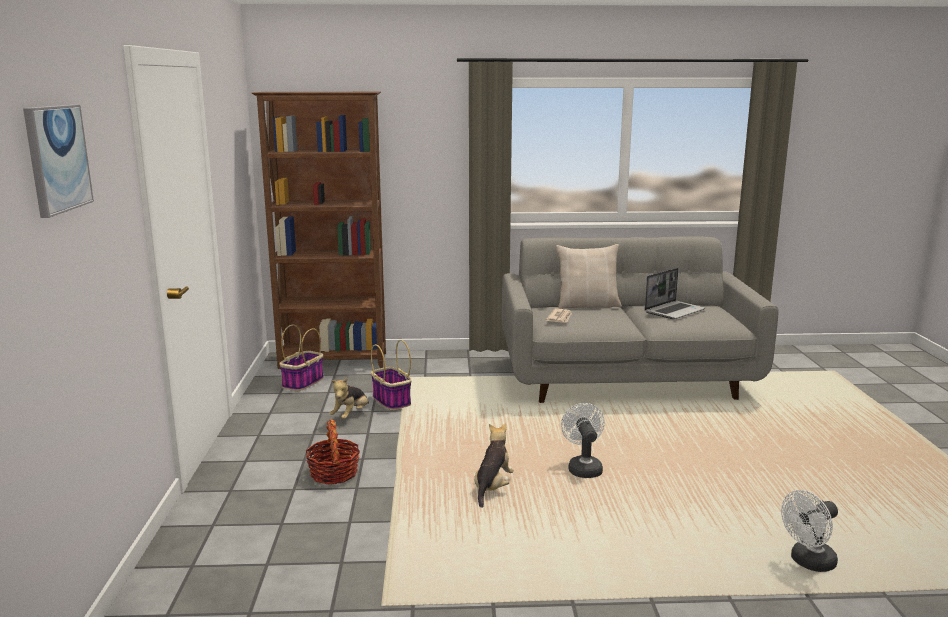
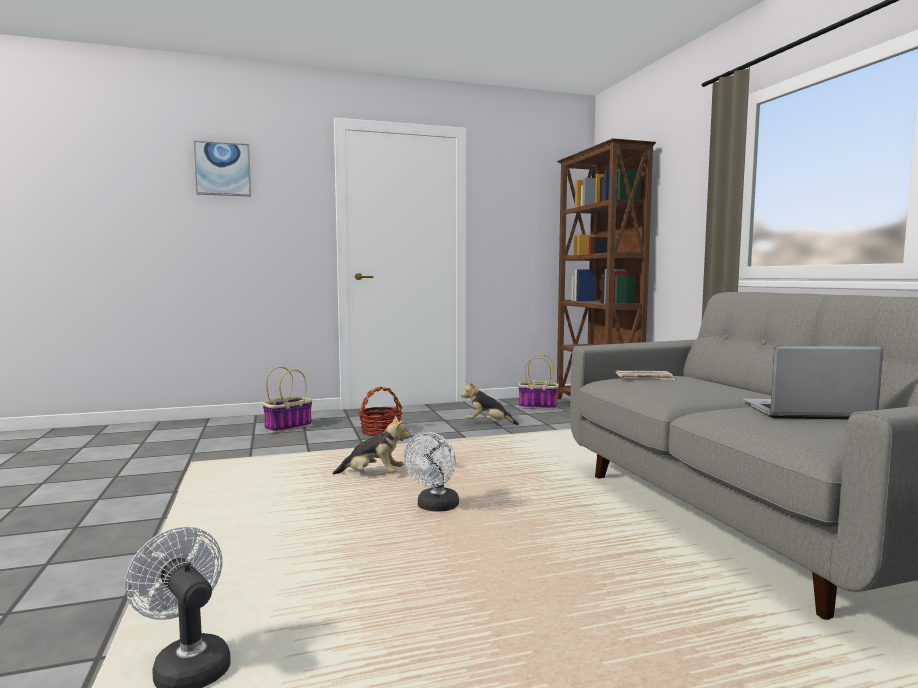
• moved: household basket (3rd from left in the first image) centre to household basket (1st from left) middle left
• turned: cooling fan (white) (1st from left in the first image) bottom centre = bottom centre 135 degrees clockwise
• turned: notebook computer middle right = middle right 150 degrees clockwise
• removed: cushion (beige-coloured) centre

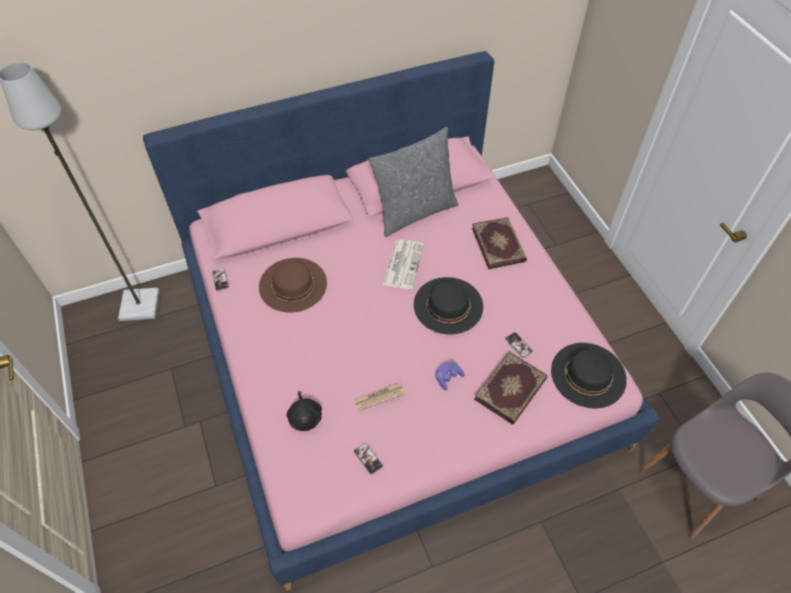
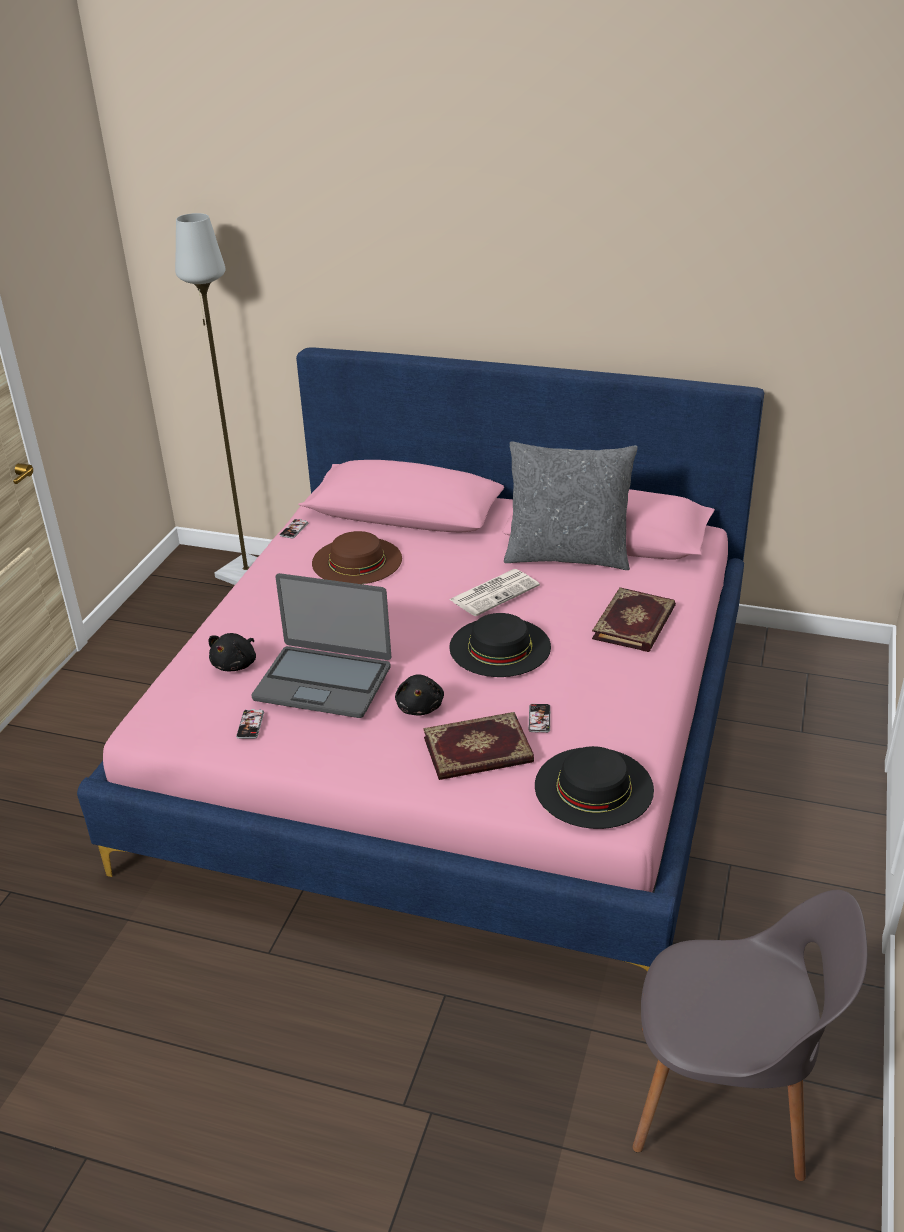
• replaced: daily paper (1st from left) bottom centre to notebook computer centre
• replaced: gamepad (purplish) centre to soft toy (black-coloured) (2nd from left) centre

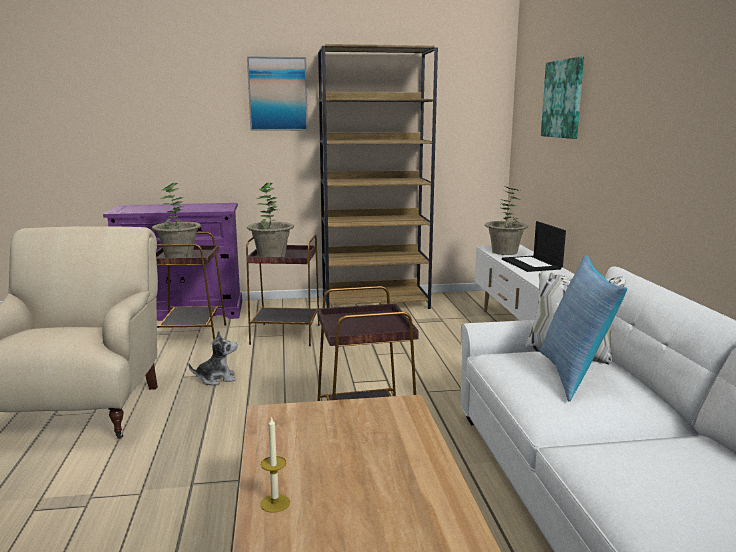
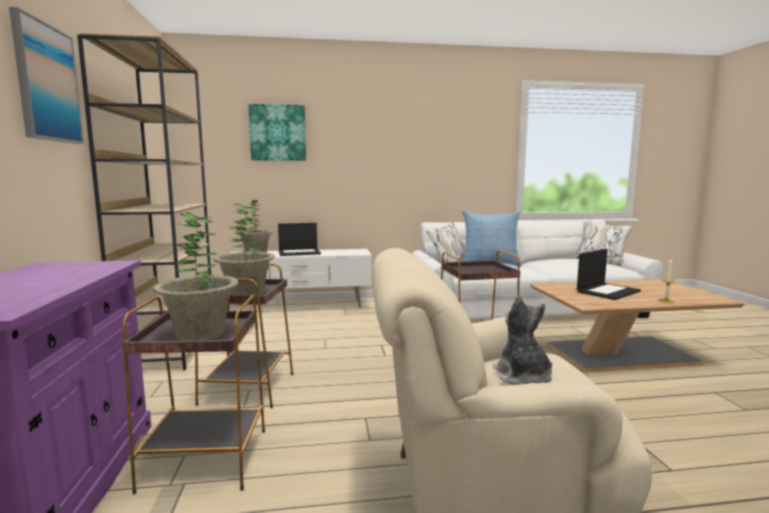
• moved: soft toy middle left to middle right
• added: notebook computer (2nd from left) middle right

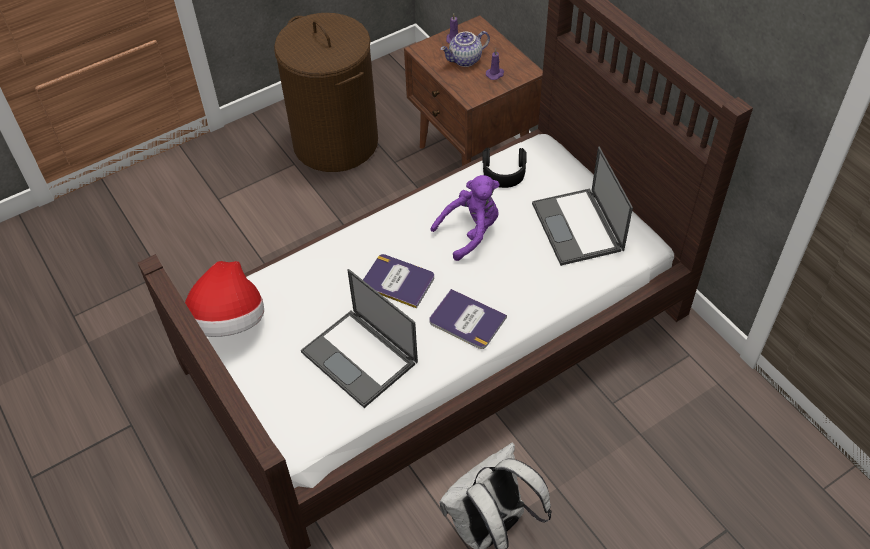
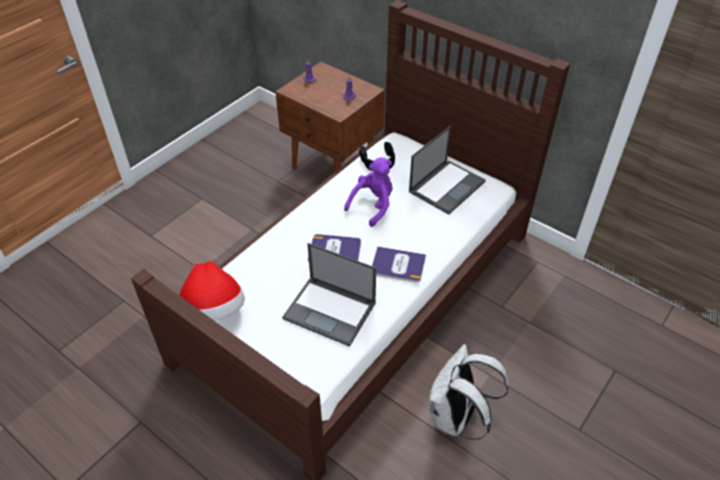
• turned: notebook computer (2nd from left) middle right = centre 105 degrees counterclockwise
• removed: hamper (brown) top centre
• removed: pot for tea top centre

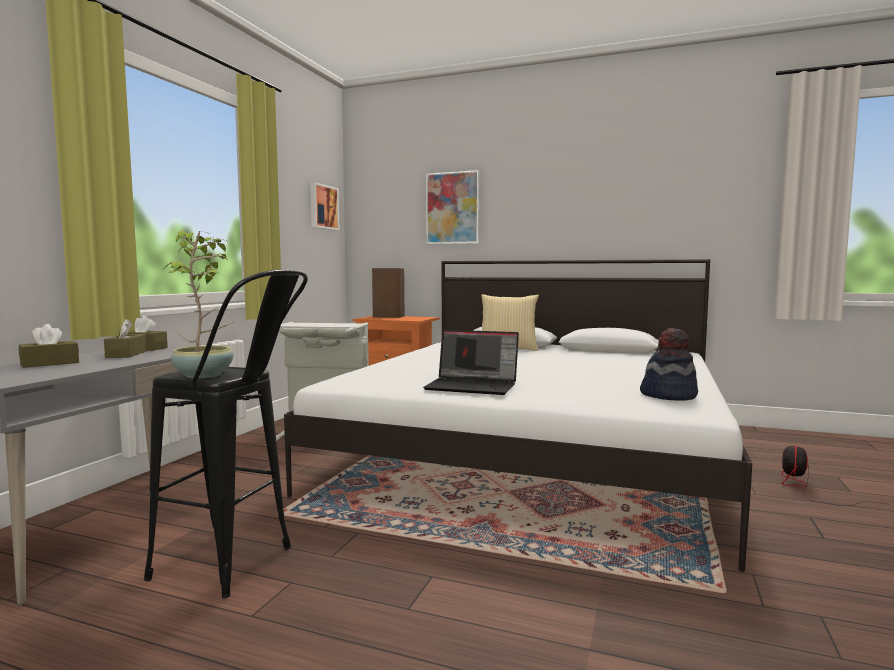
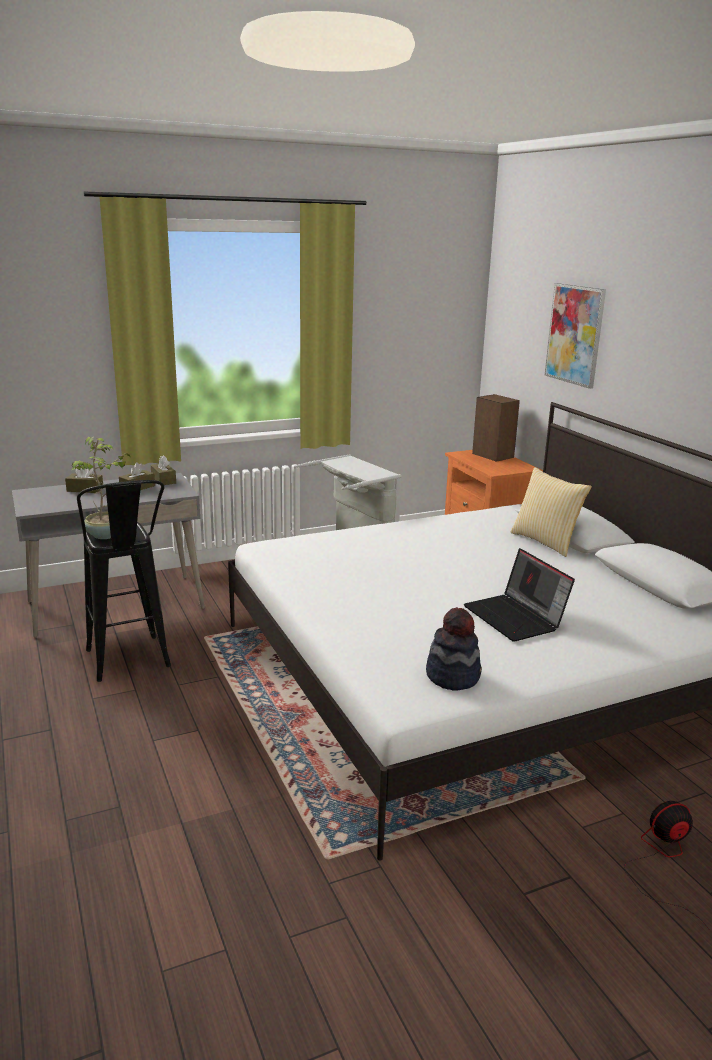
• moved: notebook computer centre to middle right
• removed: wall art (1st from left) top centre

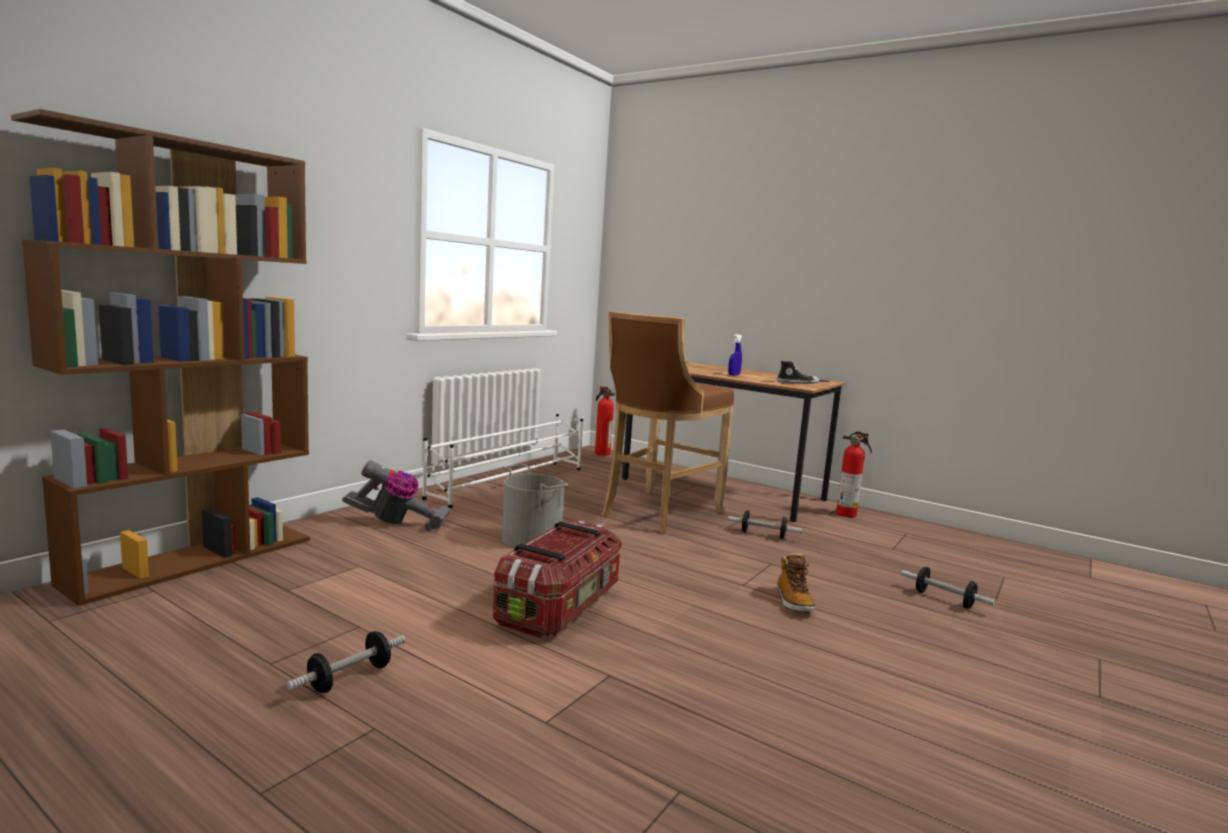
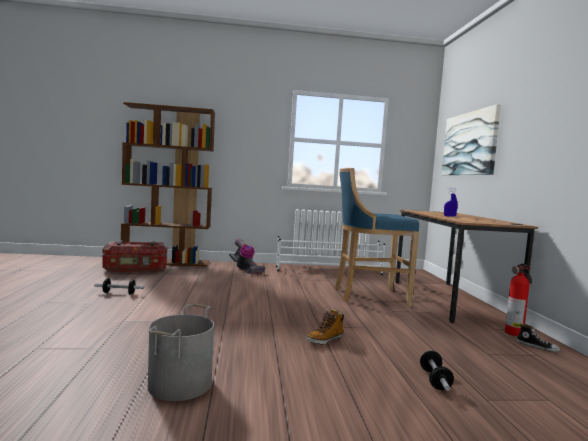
• moved: storage bin bottom centre to middle left
• moved: water bucket (greyish) centre to bottom left
• recoloured: sitting stool (brown) centre to sitting stool (bluish) centre
• added: wall art top right
• moved: item of footwear centre to bottom right
• removed: extinguisher (1st from left) centre
• removed: hand weight (2nd from left) centre

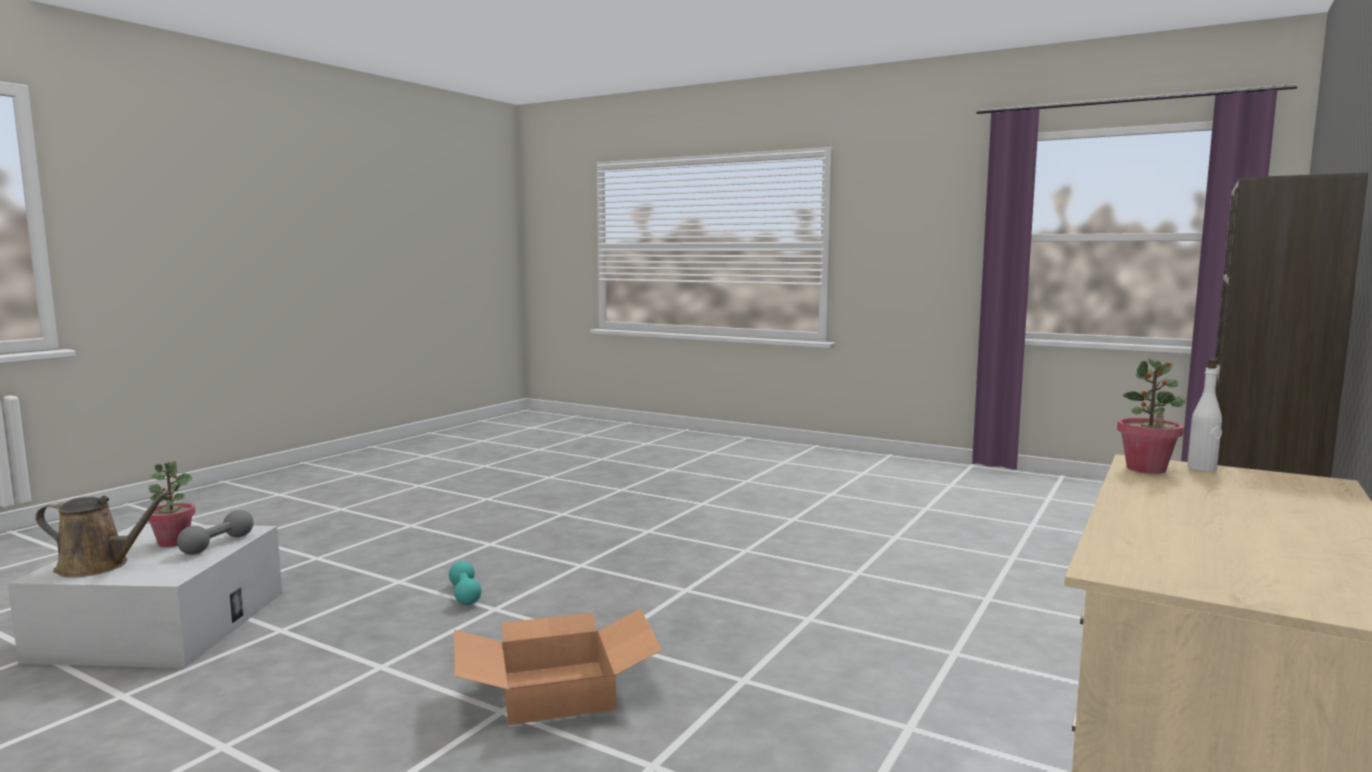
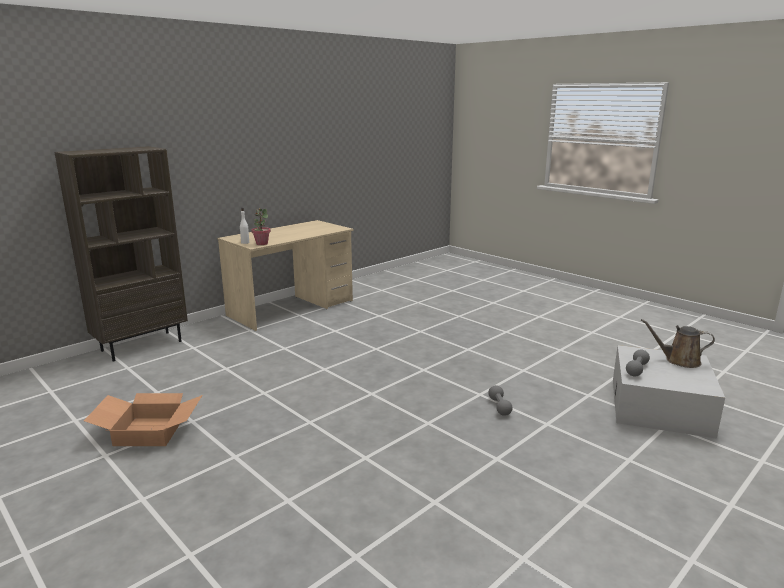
• moved: packing box bottom centre to bottom left
• recoloured: hand weight (blue-green) bottom centre to hand weight (greyish) (1st from left) bottom centre
• removed: plant in a pot (1st from left) middle left

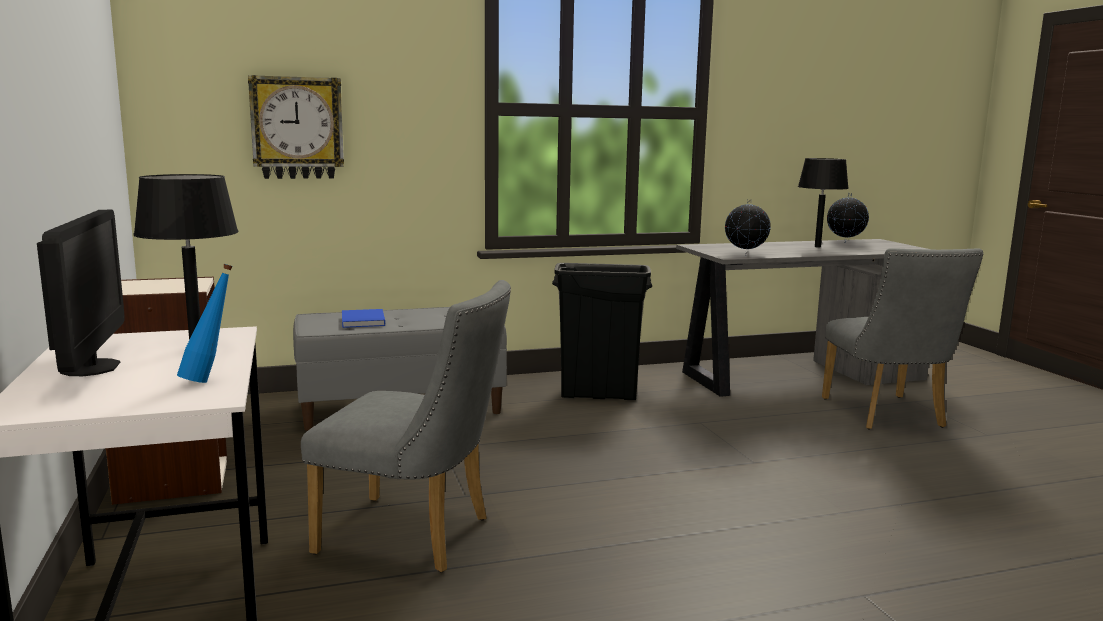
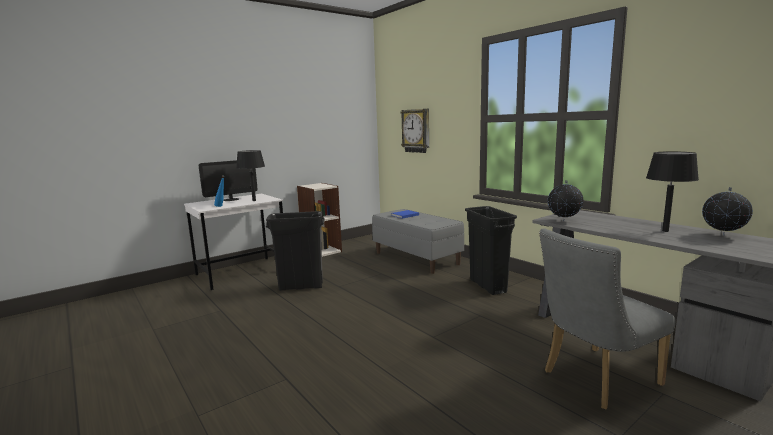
• replaced: upright chair (greyish) (1st from left) bottom centre to trash can (black-coloured) (1st from left) centre

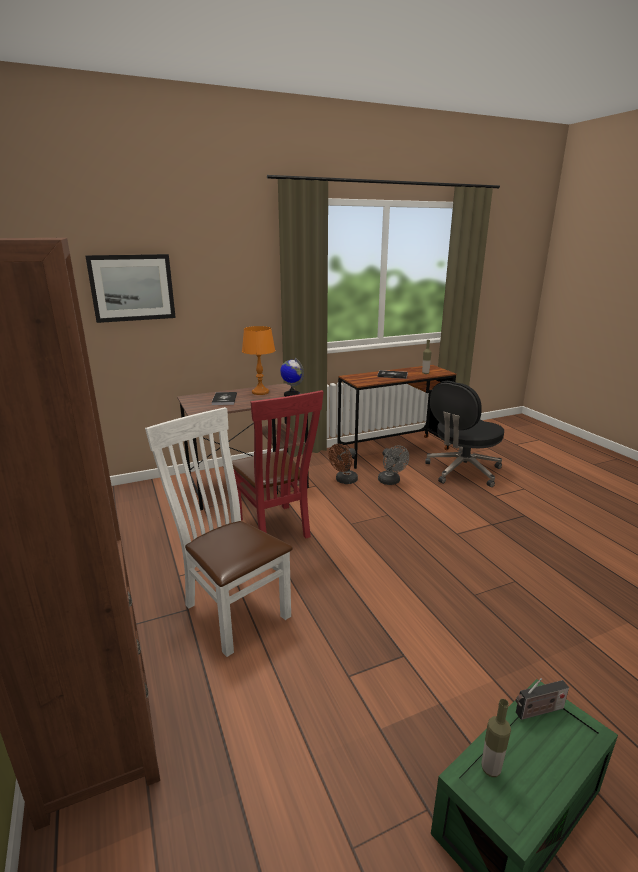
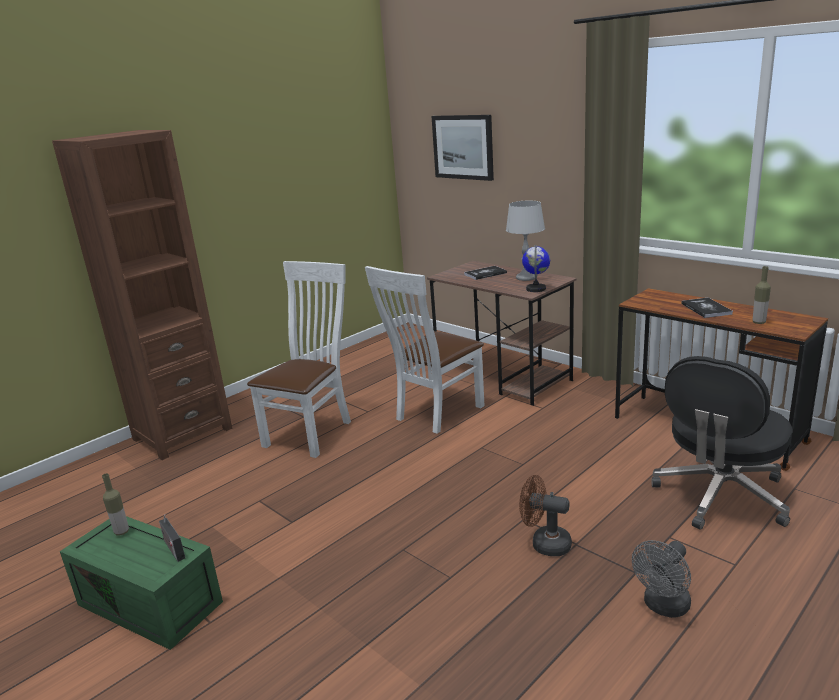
• recoloured: upright chair (red-coloured) centre to upright chair (white) (2nd from left) centre
• recoloured: tabletop lamp (orangey) centre to tabletop lamp (greyish) centre
• moved: cooling fan (brown) centre to bottom centre
• moved: cooling fan (greyish) centre to bottom right
• turned: desk chair (black-coloured) middle right = middle right 75 degrees counterclockwise

